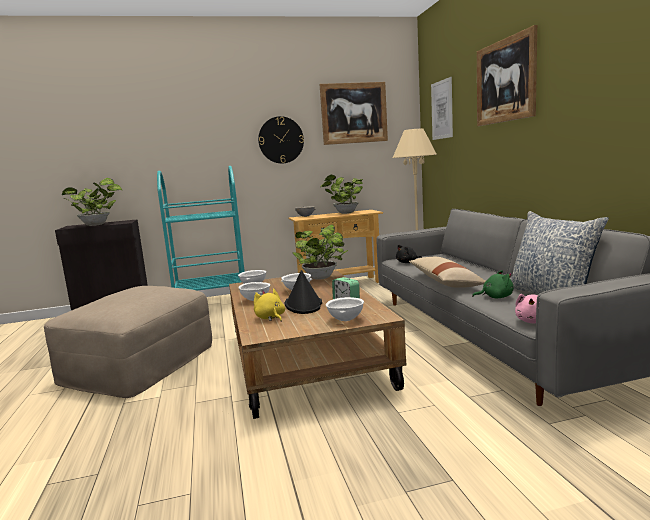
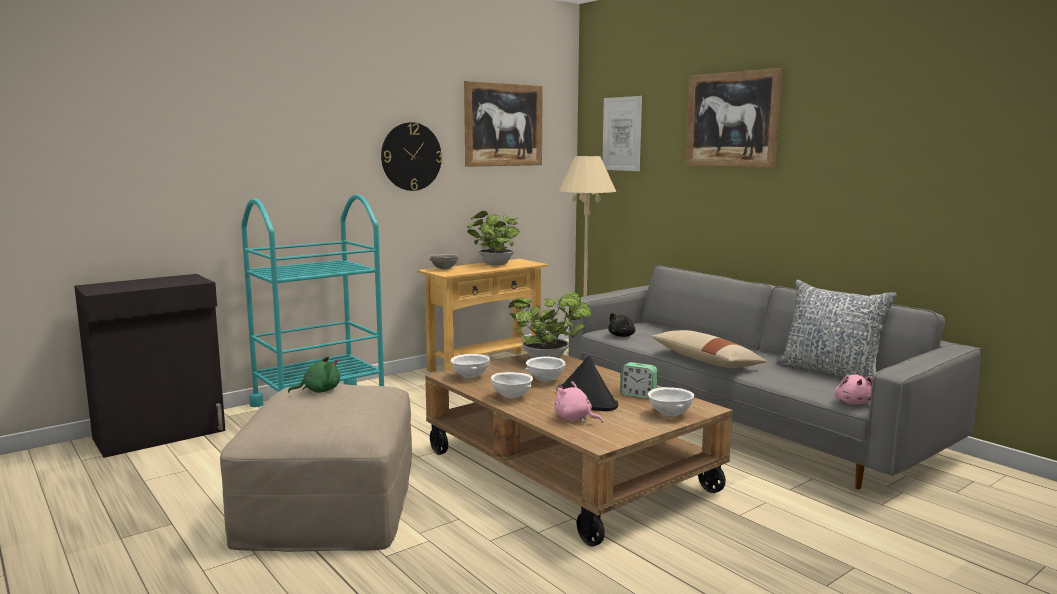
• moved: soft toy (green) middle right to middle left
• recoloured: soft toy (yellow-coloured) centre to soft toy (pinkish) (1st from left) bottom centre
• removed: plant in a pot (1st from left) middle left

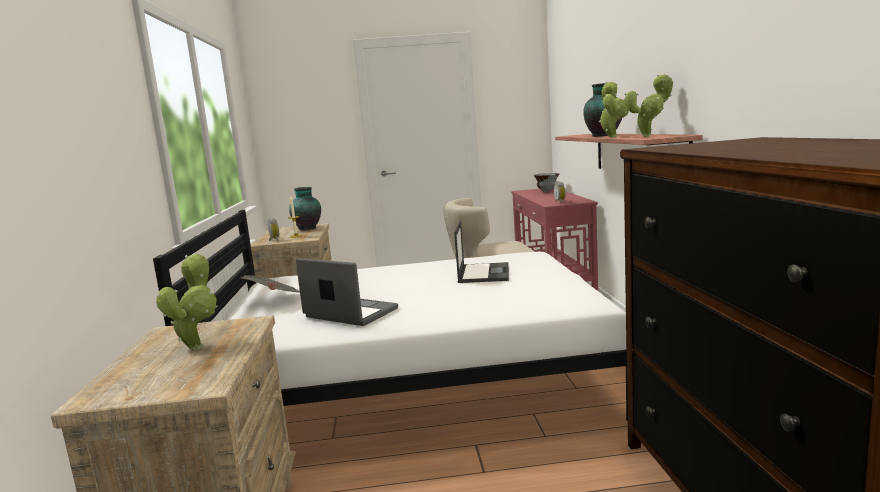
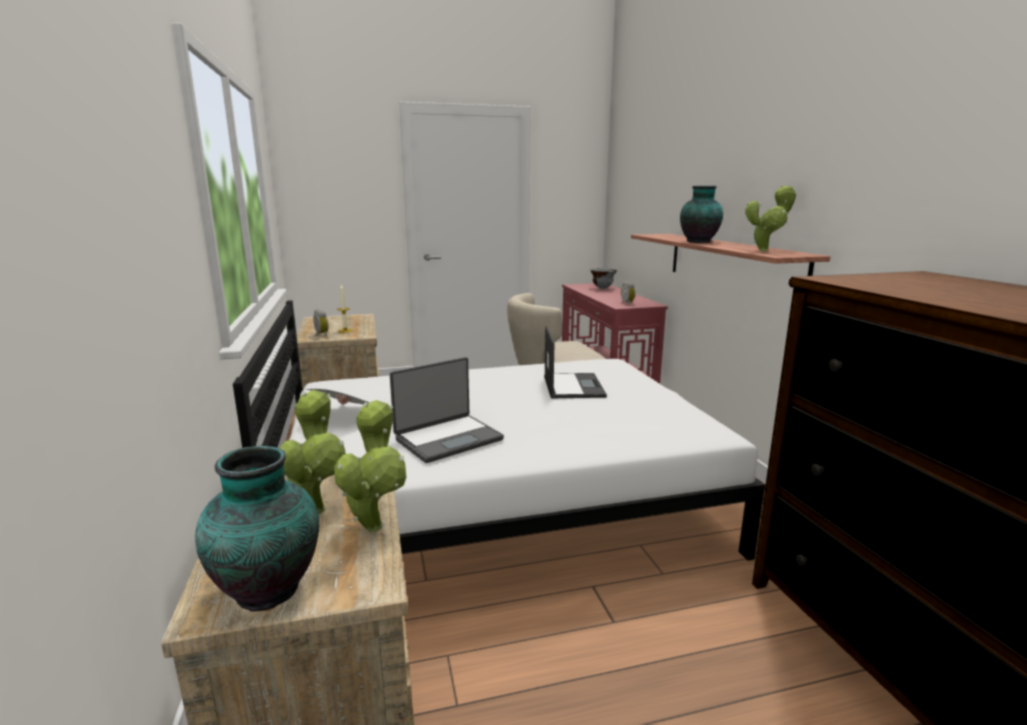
• moved: flower vase (1st from left) centre to bottom left
• moved: plant in a pot (2nd from left) top right to centre
• turned: notebook computer (1st from left) centre = centre 120 degrees clockwise

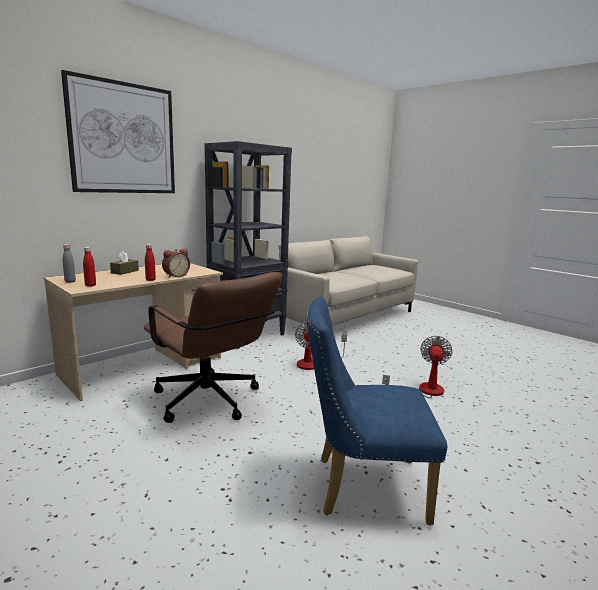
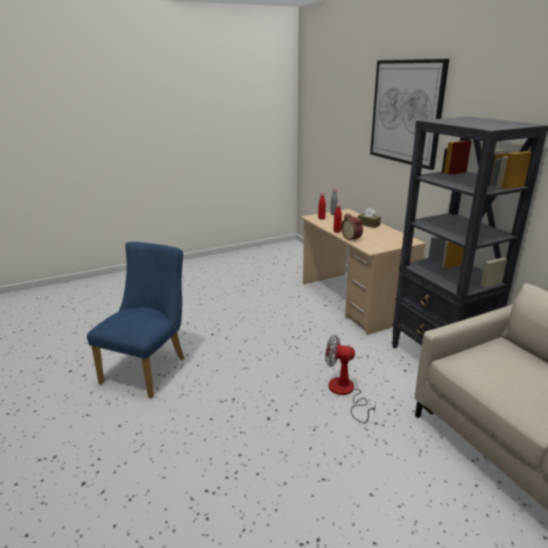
• removed: desk chair (brown) centre
• removed: cooling fan (2nd from left) middle right

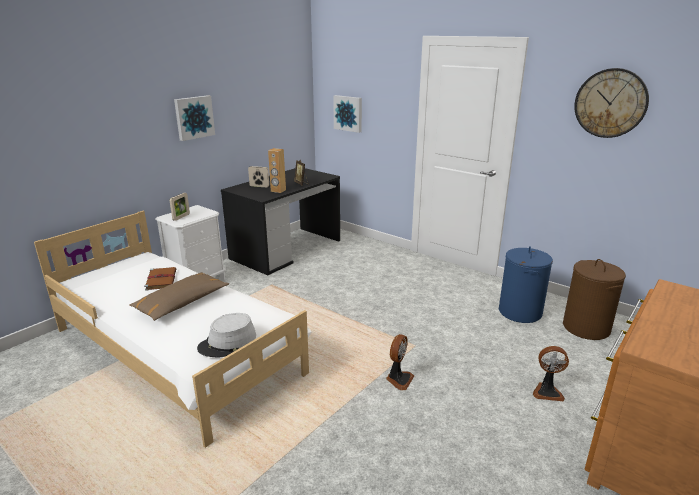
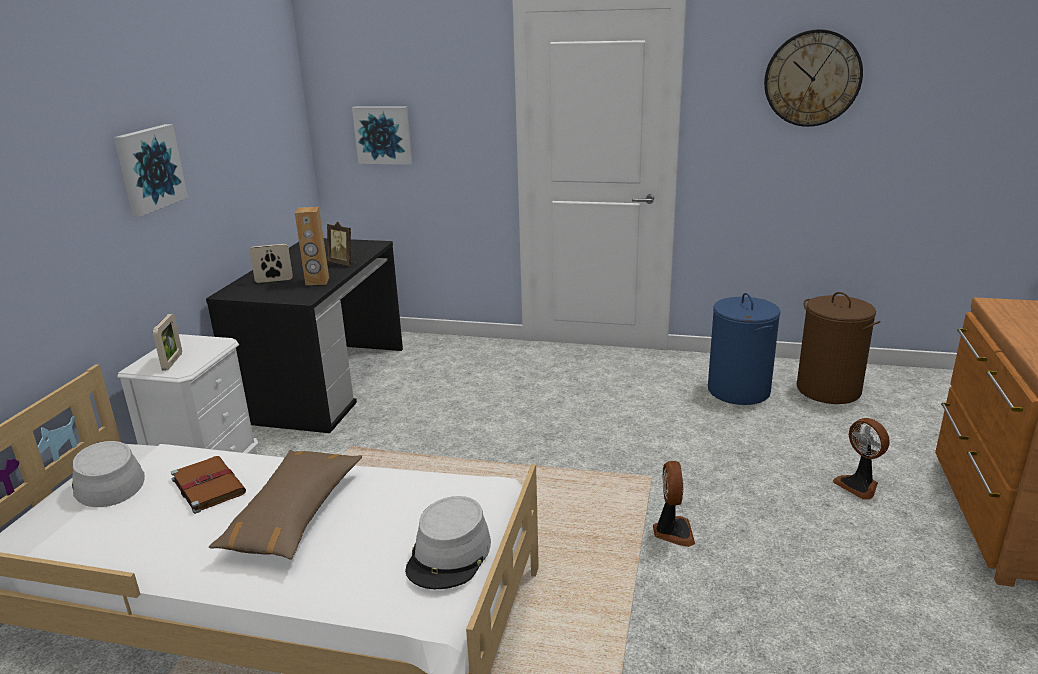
• added: wearable hat (greyish) (1st from left) bottom left
• turned: cooling fan (2nd from left) bottom right = bottom right 75 degrees clockwise

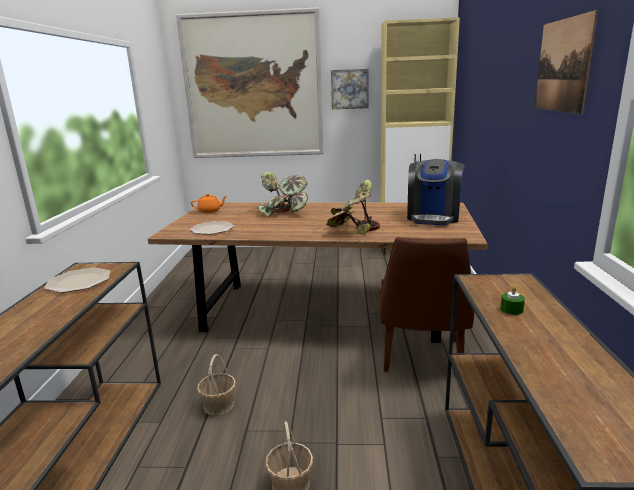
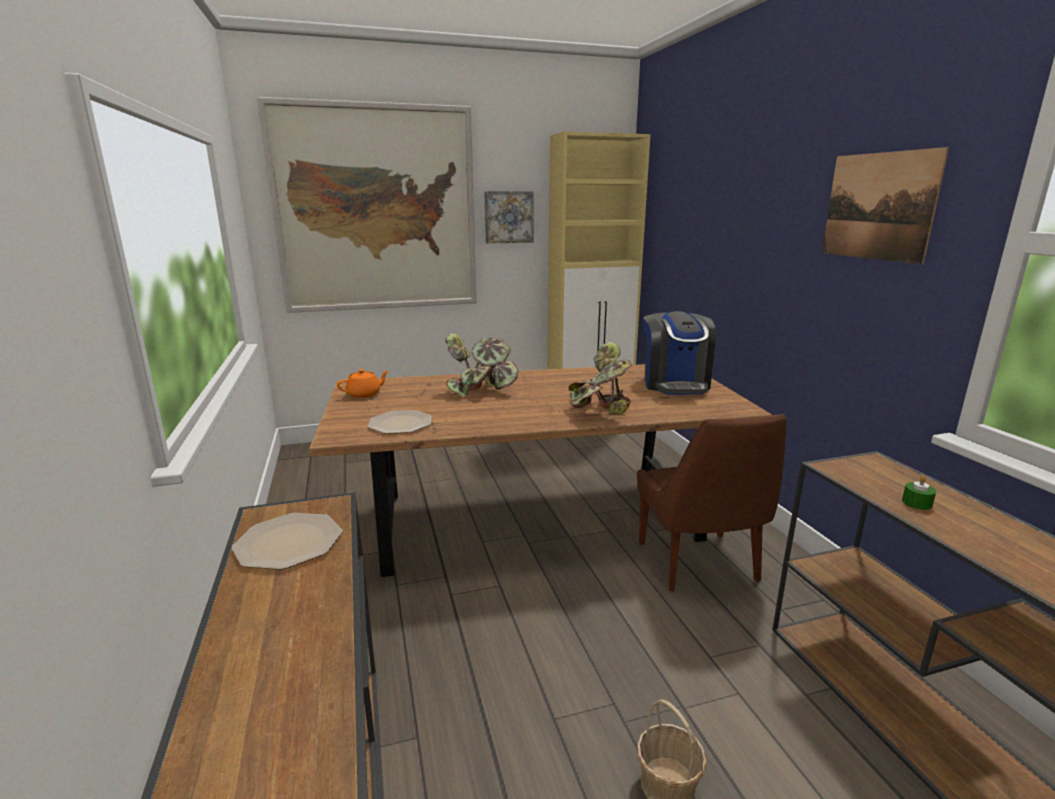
• removed: household basket (1st from left) bottom centre

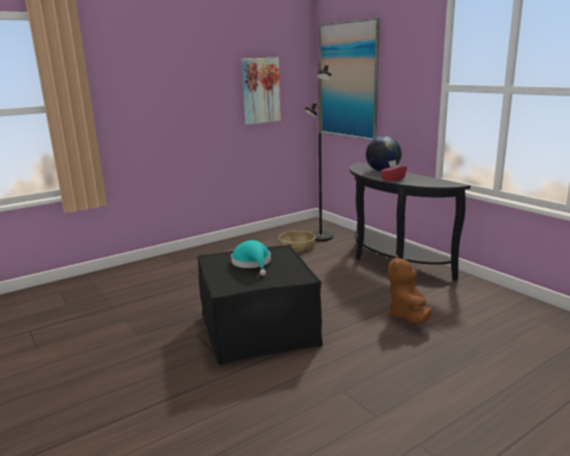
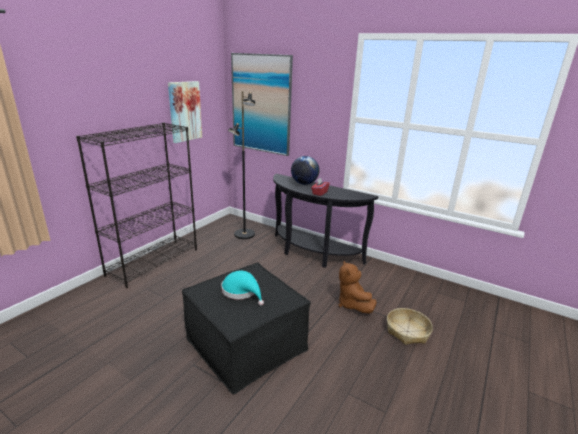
• added: bookshelf (black-coloured) middle left
• moved: household basket centre to bottom right

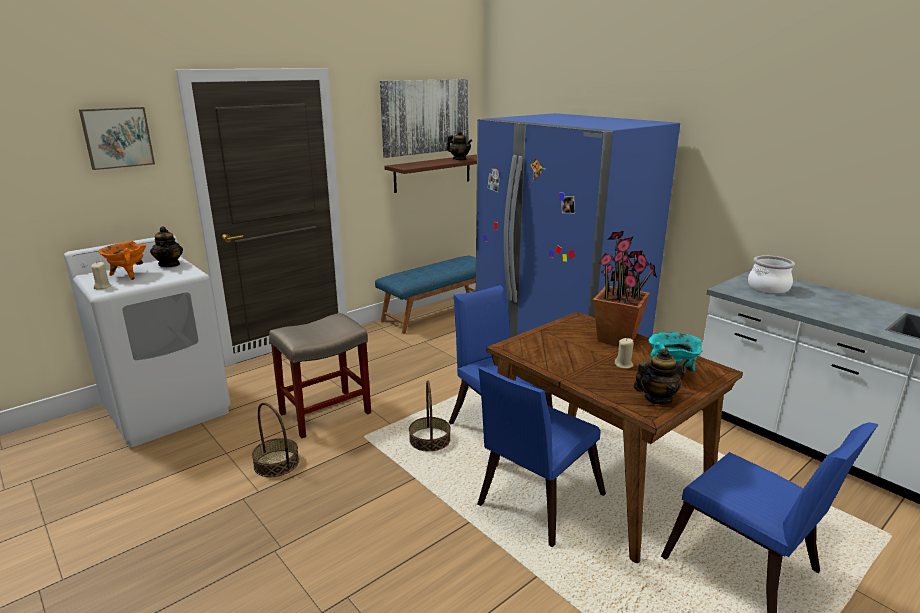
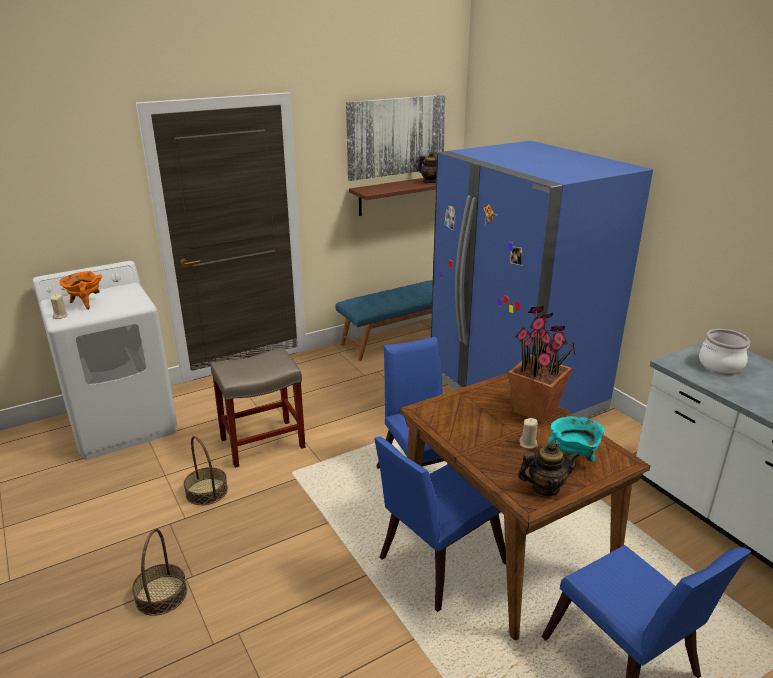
• moved: household basket (2nd from left in the first image) bottom centre to household basket (1st from left) bottom left
• removed: wall art (1st from left) top left
• removed: pot for tea (1st from left) middle left

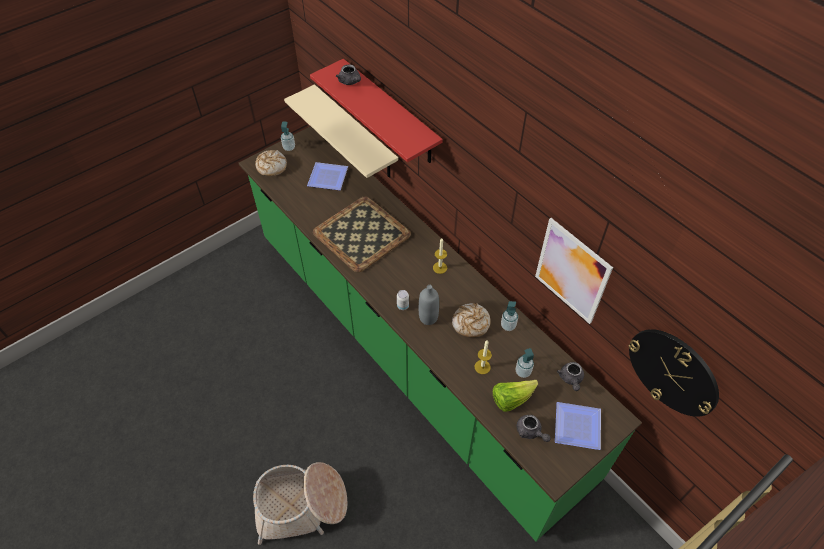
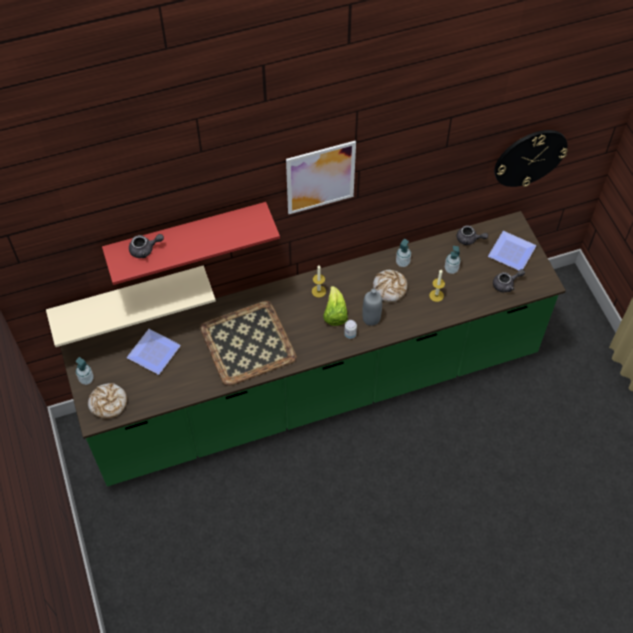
• moved: wall art middle right to top centre
• moved: lettuce head bottom centre to centre
• removed: household basket bottom centre

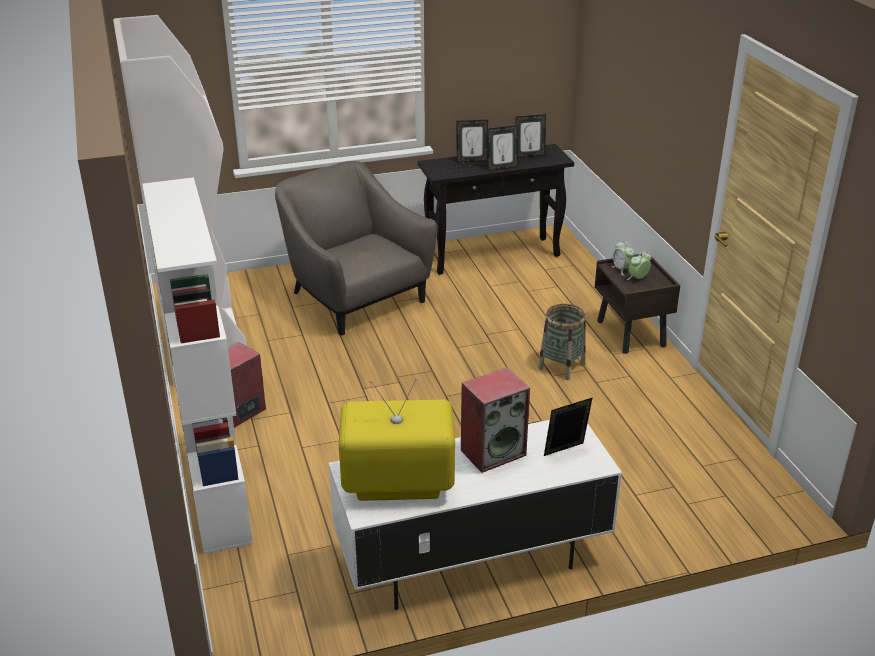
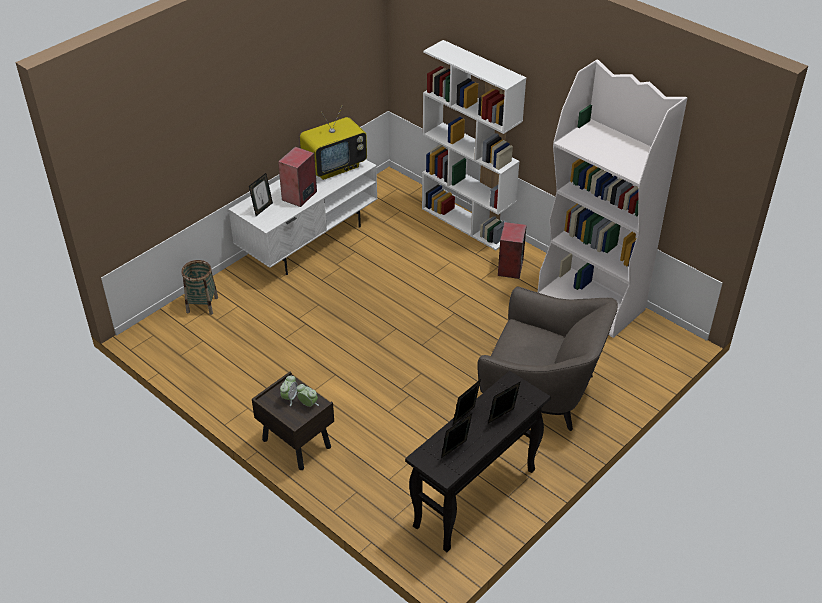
• moved: household basket centre to middle left

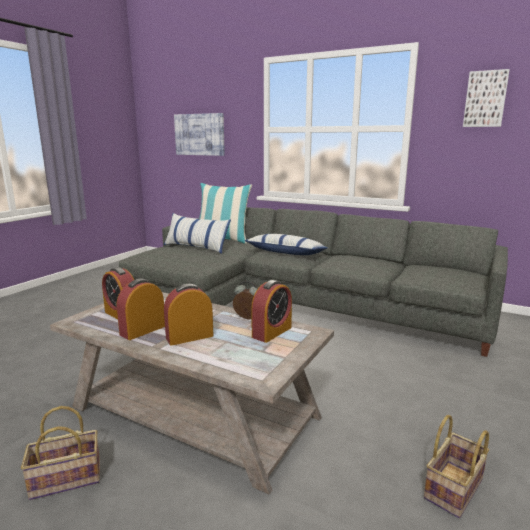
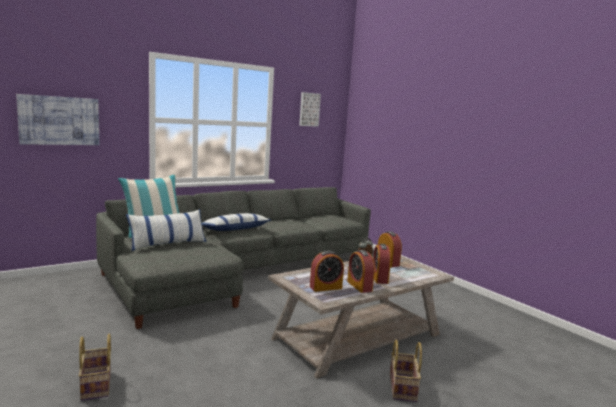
• moved: household basket (2nd from left in the first image) bottom right to household basket (1st from left) bottom left

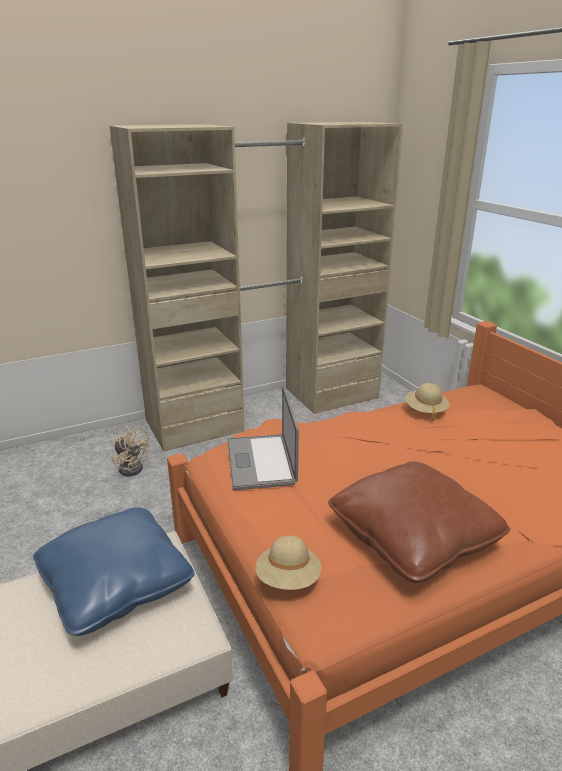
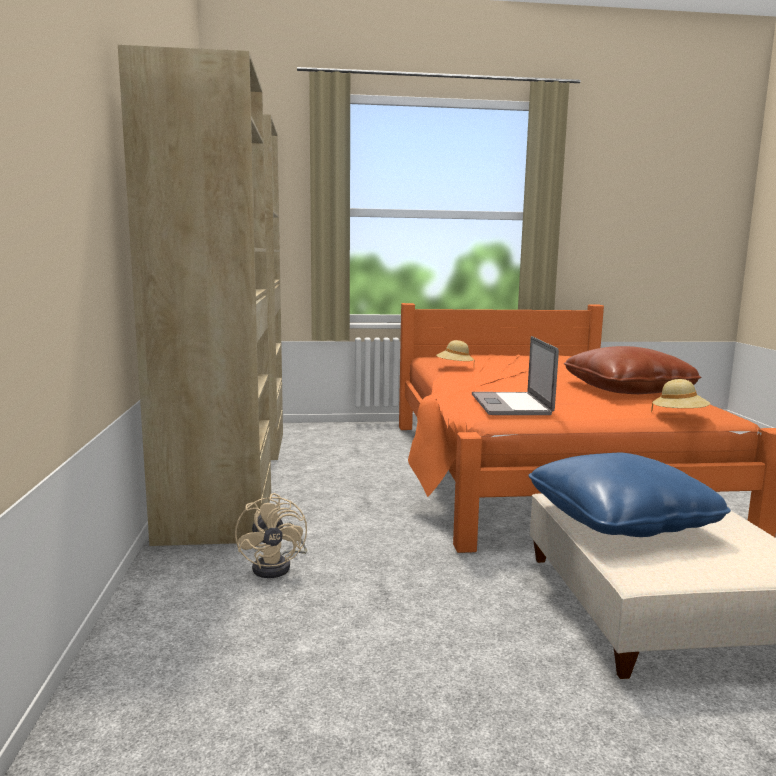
• turned: cooling fan (beige-coloured) middle left = bottom centre 105 degrees clockwise
• turned: notebook computer centre = centre 75 degrees clockwise

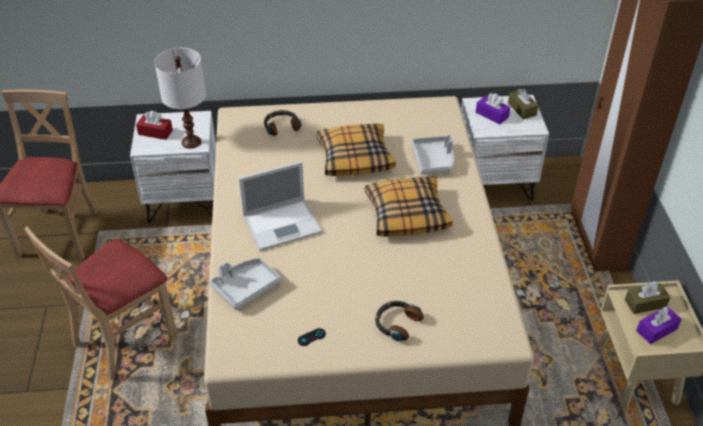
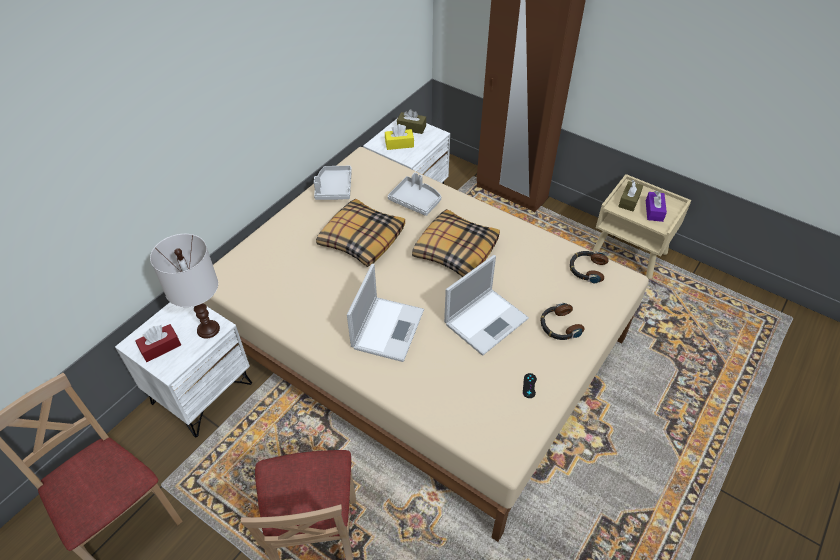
• moved: carrying tray (greyish) (1st from left) bottom centre to top centre
• recoloured: tissue box (purplish) (1st from left) top right to tissue box (yellow-coloured) top centre
• added: notebook computer (2nd from left) centre
• moved: pair of headphones (1st from left in the first image) top centre to pair of headphones (2nd from left) middle right

